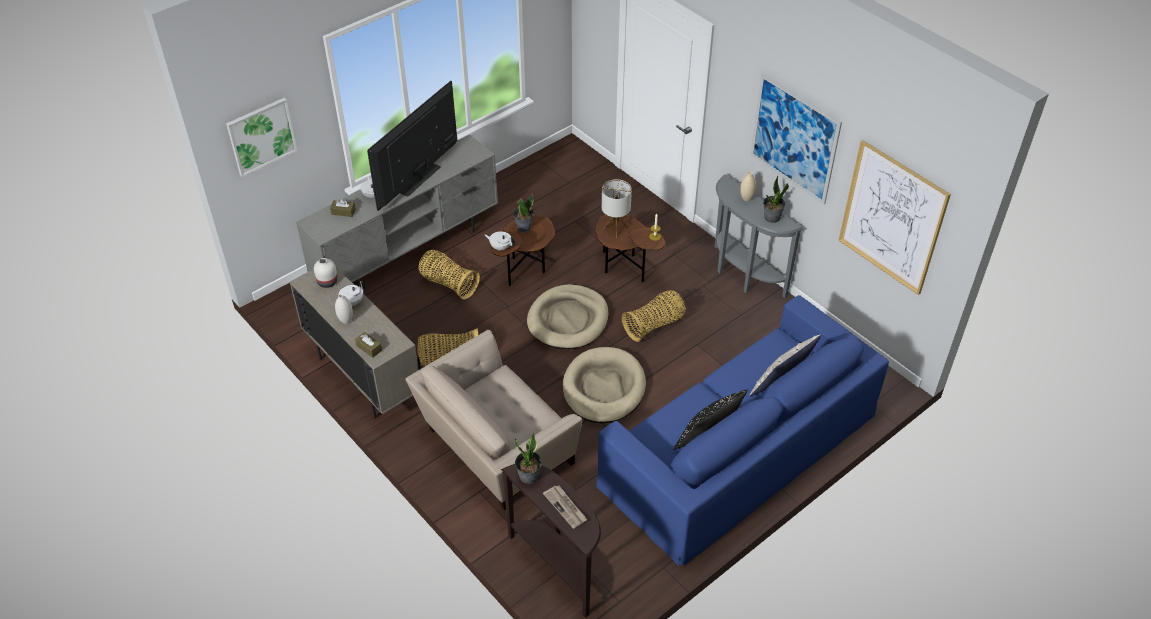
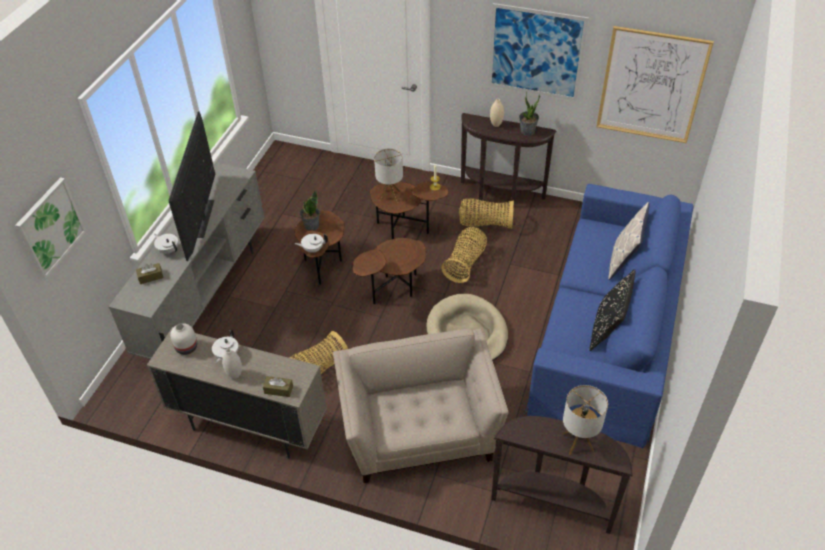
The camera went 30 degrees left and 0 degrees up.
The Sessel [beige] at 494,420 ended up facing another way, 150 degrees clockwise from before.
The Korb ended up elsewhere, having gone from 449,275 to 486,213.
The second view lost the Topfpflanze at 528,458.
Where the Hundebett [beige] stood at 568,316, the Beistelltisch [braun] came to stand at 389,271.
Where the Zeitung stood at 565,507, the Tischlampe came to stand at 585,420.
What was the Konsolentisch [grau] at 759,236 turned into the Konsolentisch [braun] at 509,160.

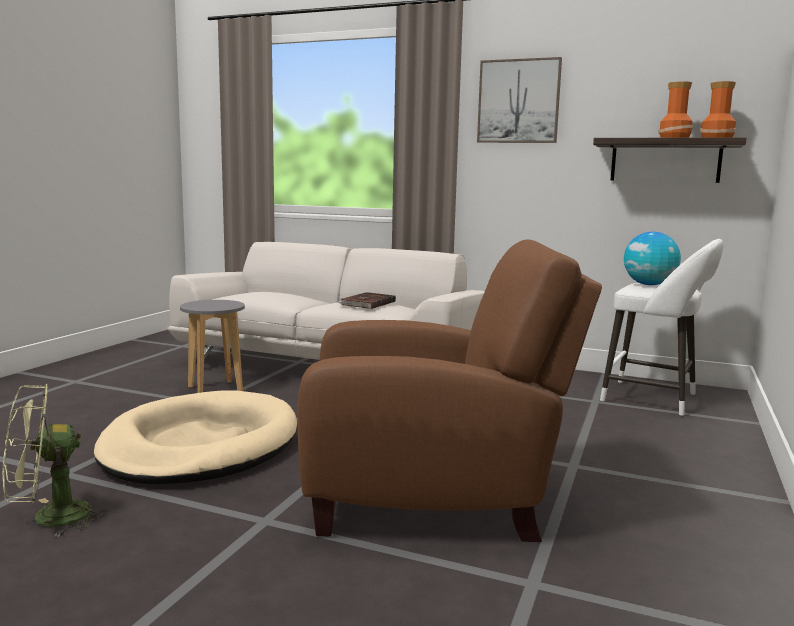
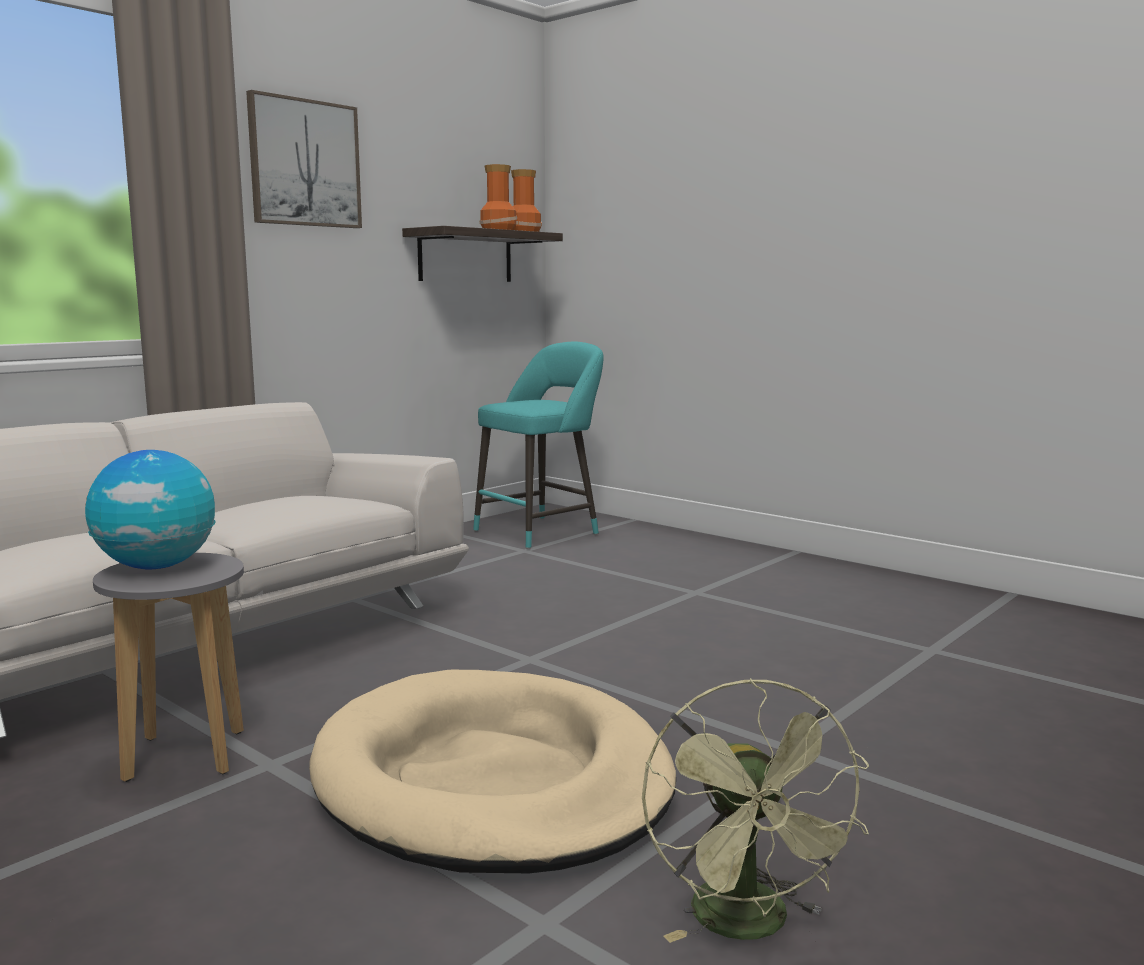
The camera went 70 degrees left and 0 degrees up.
The second view lost the Sessel [braun] at 450,391.
The second view lost the Buch [braun] at 367,300.
What was the Hocker [weiß] at 662,327 turned into the Hocker [türkis] at 538,445.
The Globus ended up elsewhere, having gone from 652,258 to 150,509.

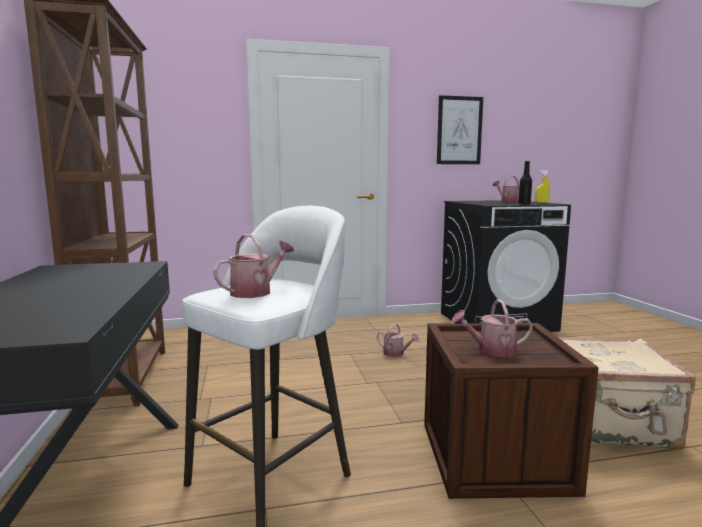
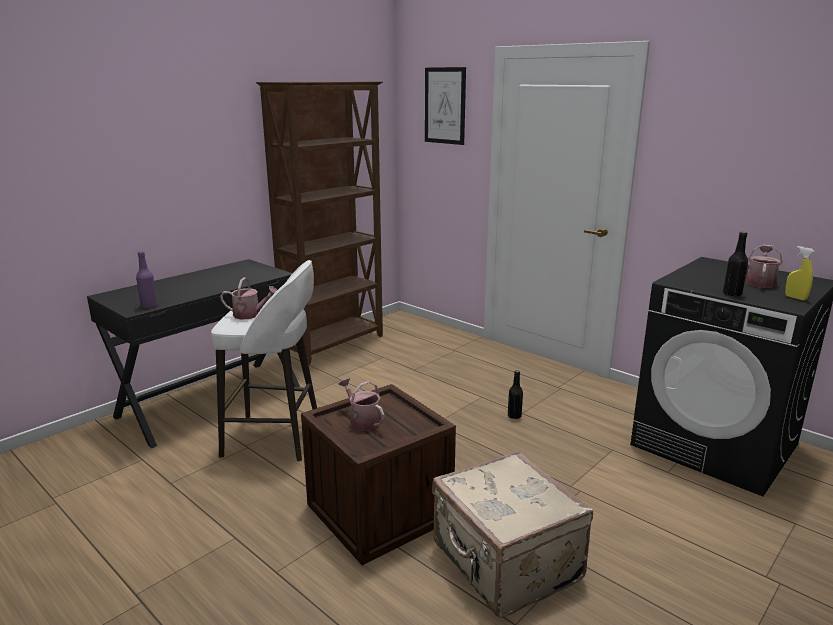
The camera went 55 degrees right and 10 degrees up.
Where the Gießkanne stood at 398,340, the Flasche [schwarz] came to stand at 515,394.
The Bild ended up elsewhere, having gone from 460,129 to 445,106.
The second view gained the Flasche [lila] at 146,279.

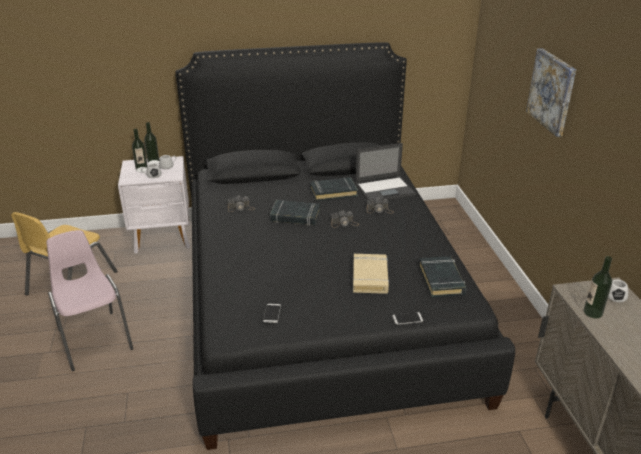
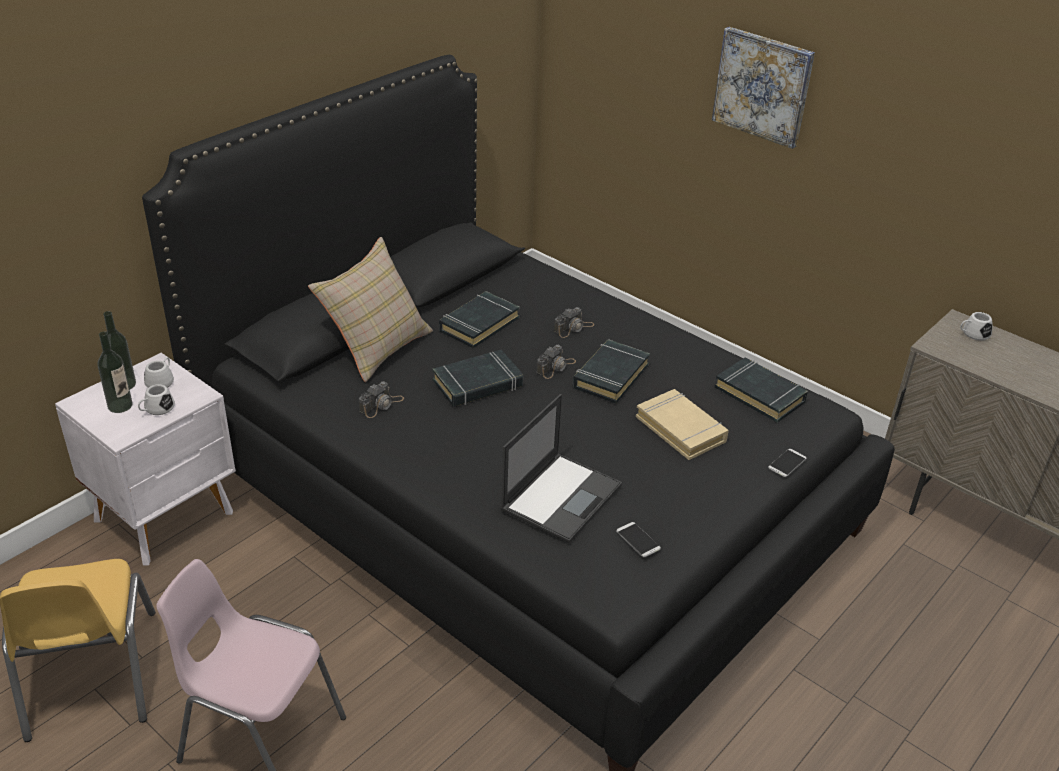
The camera went 40 degrees left and 5 degrees up.
The Laptop ended up elsewhere, having gone from 385,171 to 561,468.
The second view lost the Flasche at 598,287.
The second view gained the Kissen [beige] at 370,309.
The second view gained the Buch [schwarz] at 611,371.

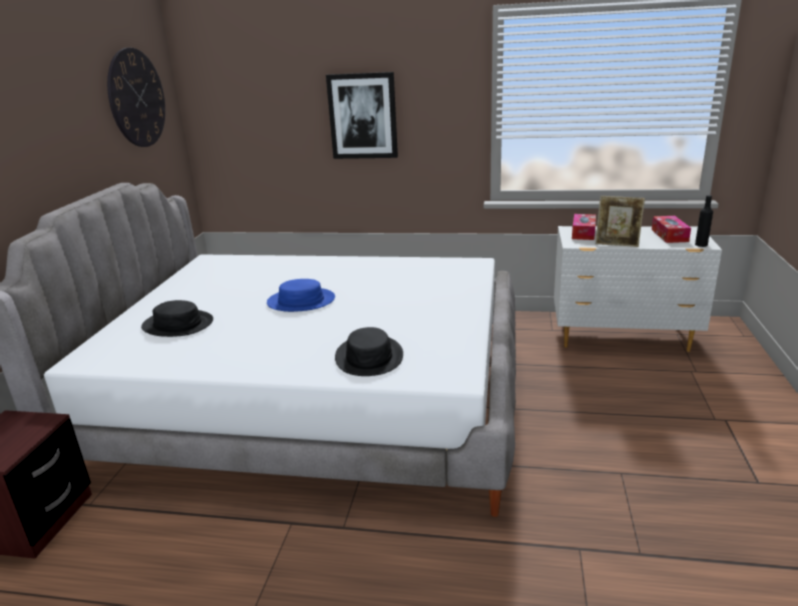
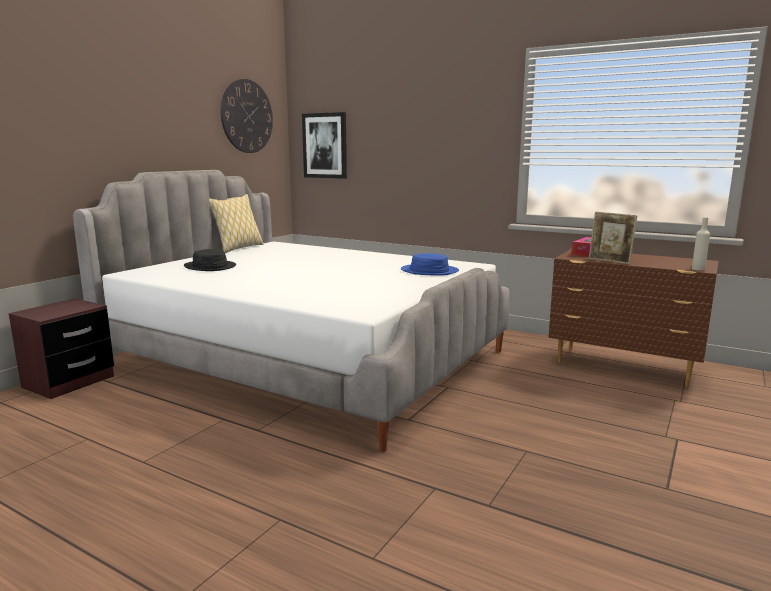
The camera went 20 degrees right and 10 degrees down.
The Hut [blau] ended up elsewhere, having gone from 301,295 to 430,264.
The Bild ended up elsewhere, having gone from 362,115 to 324,145.
The second view lost the Hut [schwarz] at 369,351.
What was the Kommode [weiß] at 638,289 turned into the Kommode [braun] at 633,318.
The second view lost the Taschentuchbox at 671,229.
What was the Flasche [schwarz] at 704,221 turned into the Flasche [beige] at 701,244.
The second view gained the Kissen at 236,223.

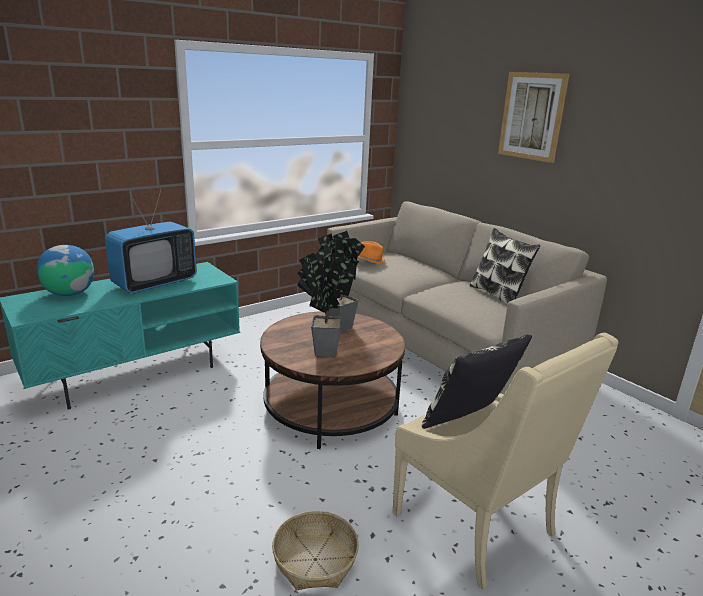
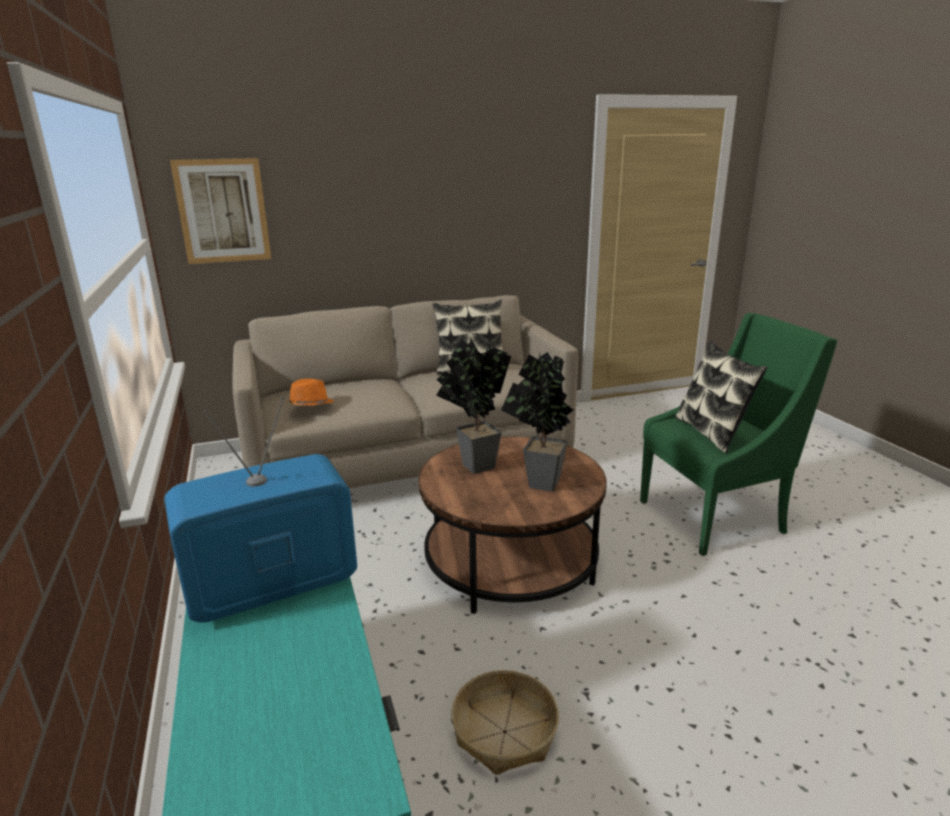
The camera went 70 degrees left and 0 degrees up.
The second view lost the Globus at 65,270.
The Fernseher at 151,241 ended up facing another way, 90 degrees counterclockwise from before.
The Korb ended up elsewhere, having gone from 315,550 to 505,722.
What was the Sessel [beige] at 505,461 turned into the Sessel [grün] at 738,434.
The Bild ended up elsewhere, having gone from 534,117 to 220,211.

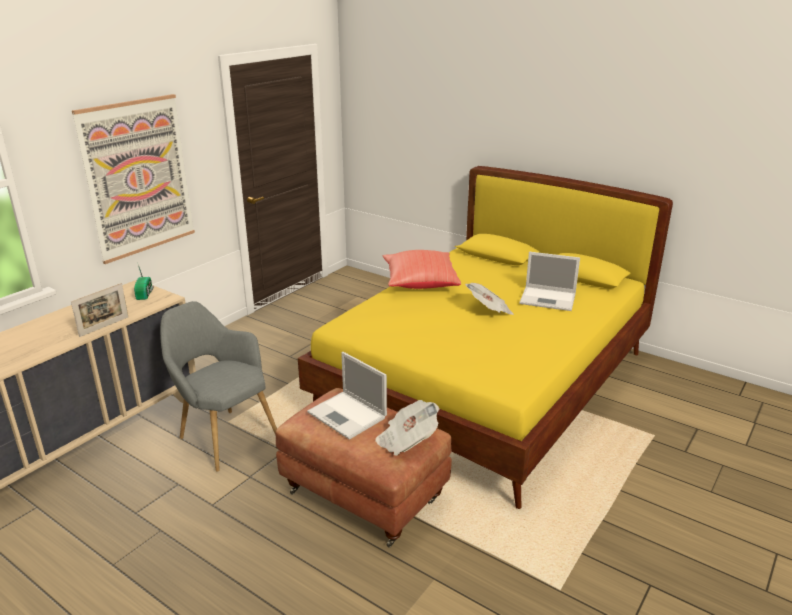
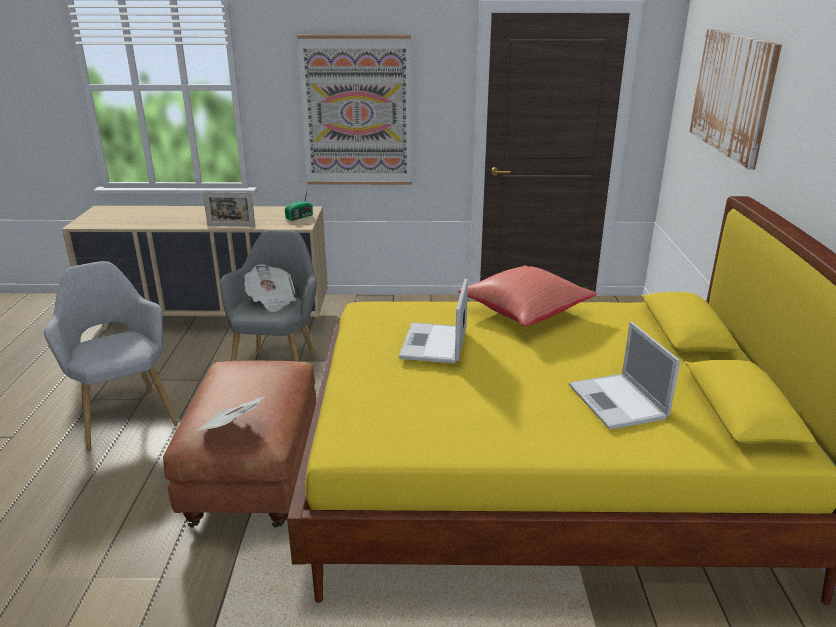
The camera went 55 degrees right and 0 degrees up.
The Laptop ended up elsewhere, having gone from 347,396 to 433,321.
The Zeitung ended up elsewhere, having gone from 489,299 to 270,288.
The second view gained the Sessel [grau] at 111,356.
The second view gained the Bild at 735,99.

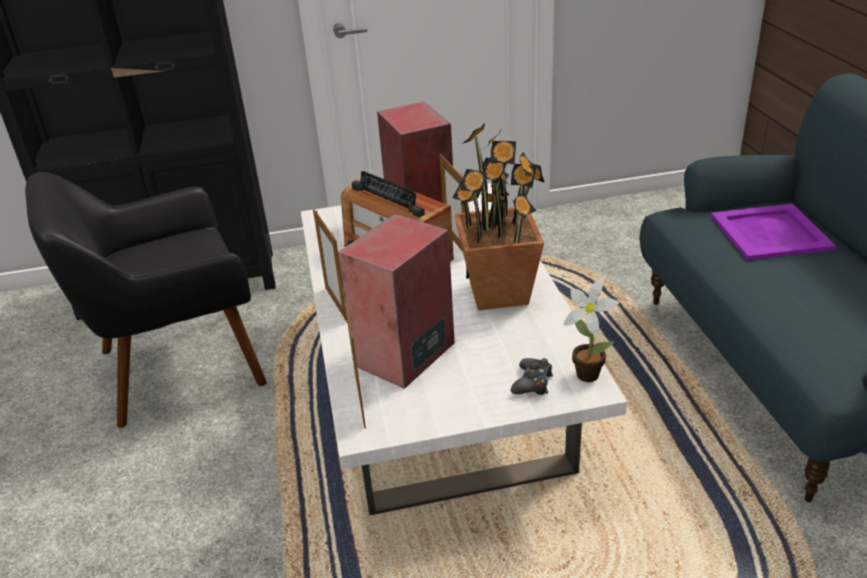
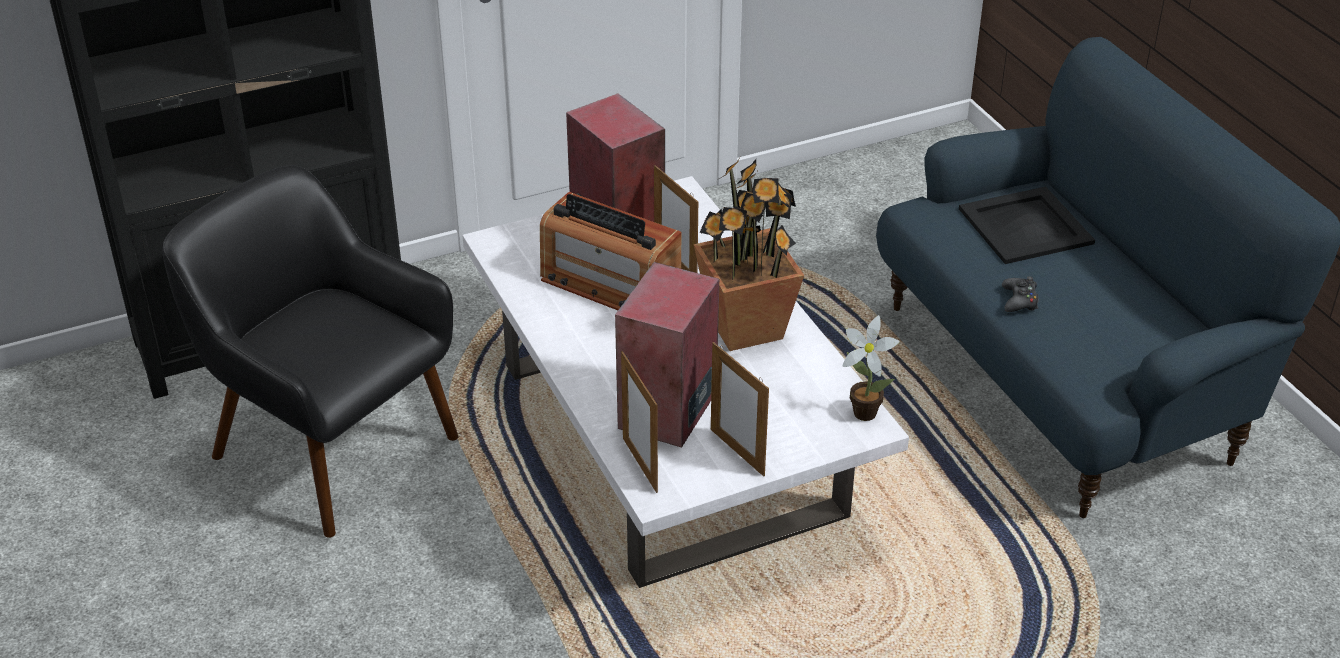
The camera went 15 degrees left and 5 degrees up.
The Sessel [schwarz] at 146,300 ended up facing another way, 75 degrees clockwise from before.
The Bilderrahmen ended up elsewhere, having gone from 330,265 to 740,409.
The Gamepad [schwarz] ended up elsewhere, having gone from 532,376 to 1020,294.
What was the Tablett [lila] at 773,232 turned into the Tablett [schwarz] at 1027,225.

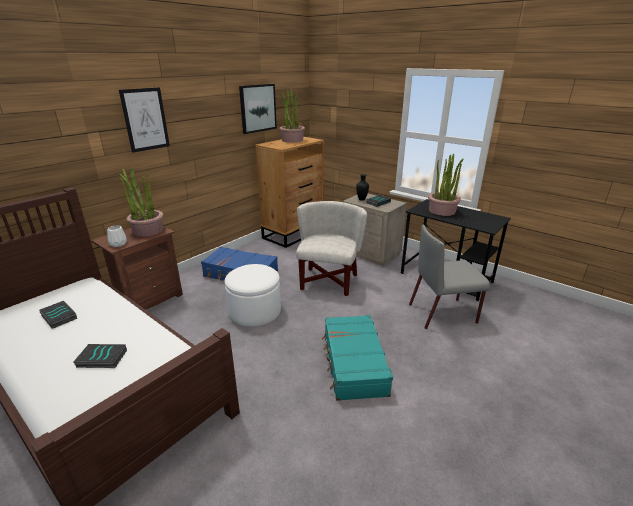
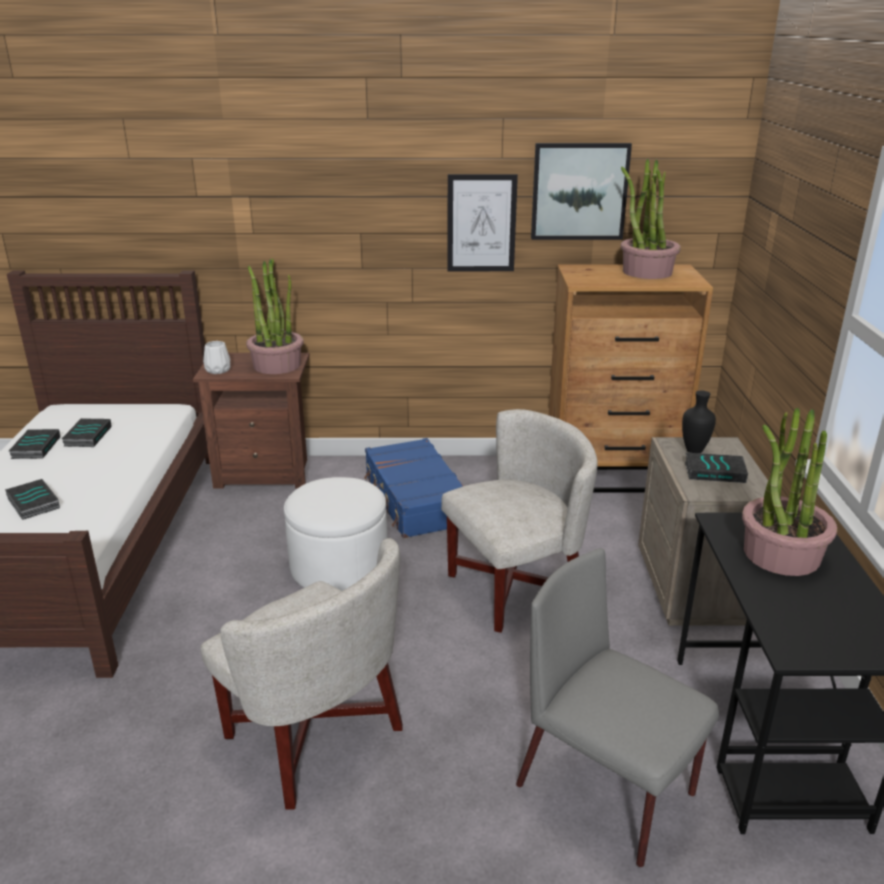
The camera went 50 degrees right and 0 degrees up.
The Bild ended up elsewhere, having gone from 144,120 to 482,222.
Where the Koffer [türkis] stood at 357,358, the Sessel [weiß] came to stand at 302,673.
The second view gained the Buch at 34,444.

